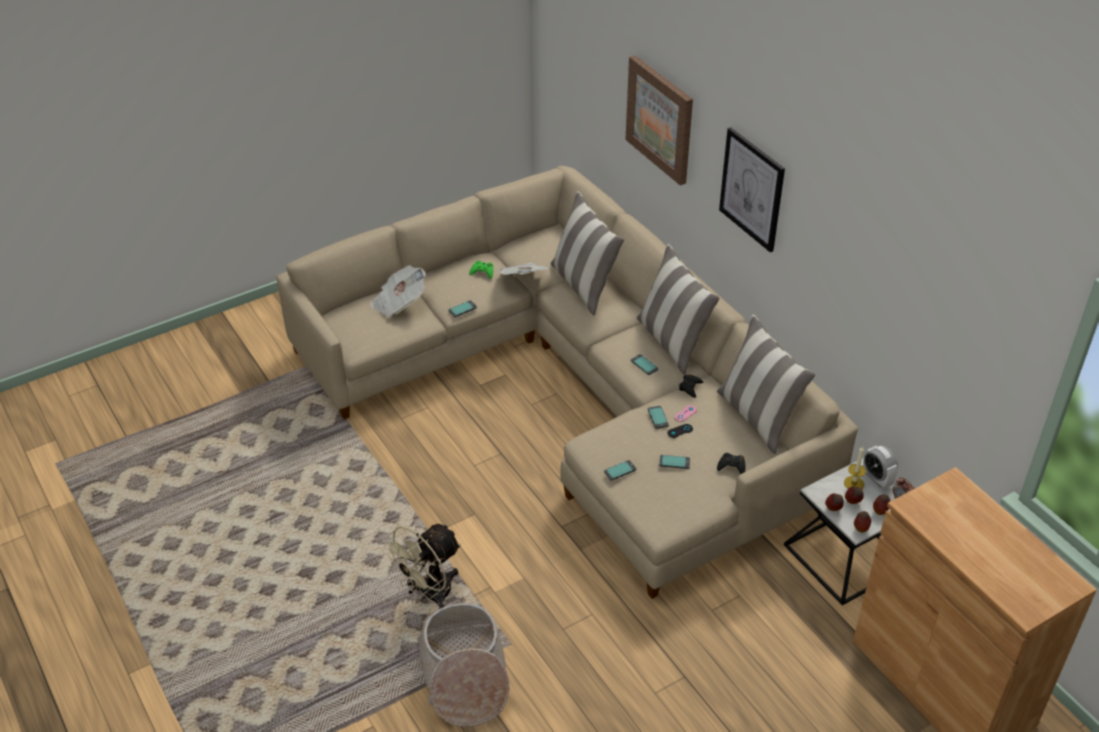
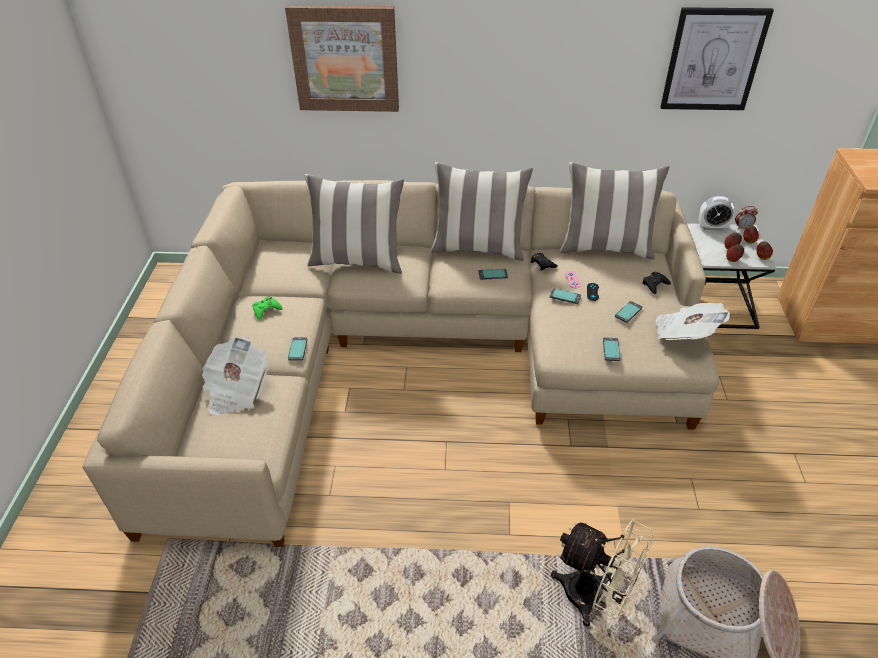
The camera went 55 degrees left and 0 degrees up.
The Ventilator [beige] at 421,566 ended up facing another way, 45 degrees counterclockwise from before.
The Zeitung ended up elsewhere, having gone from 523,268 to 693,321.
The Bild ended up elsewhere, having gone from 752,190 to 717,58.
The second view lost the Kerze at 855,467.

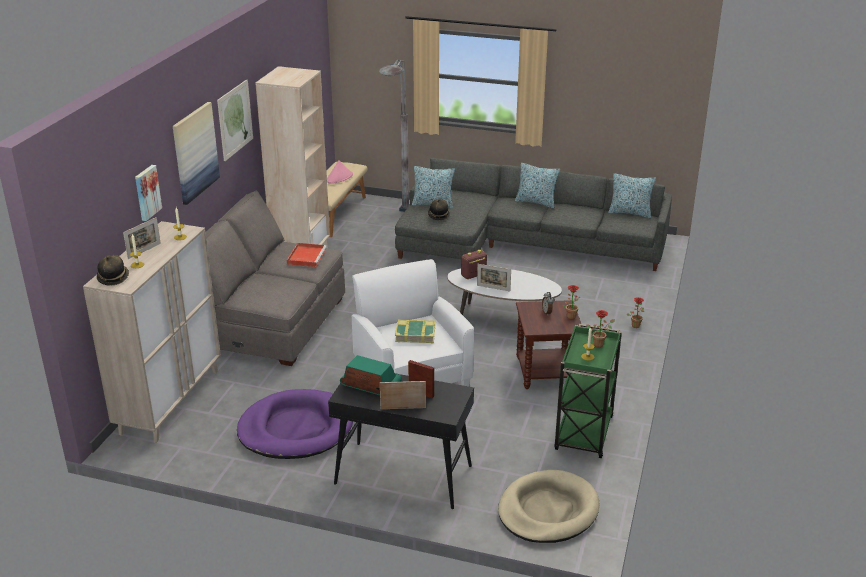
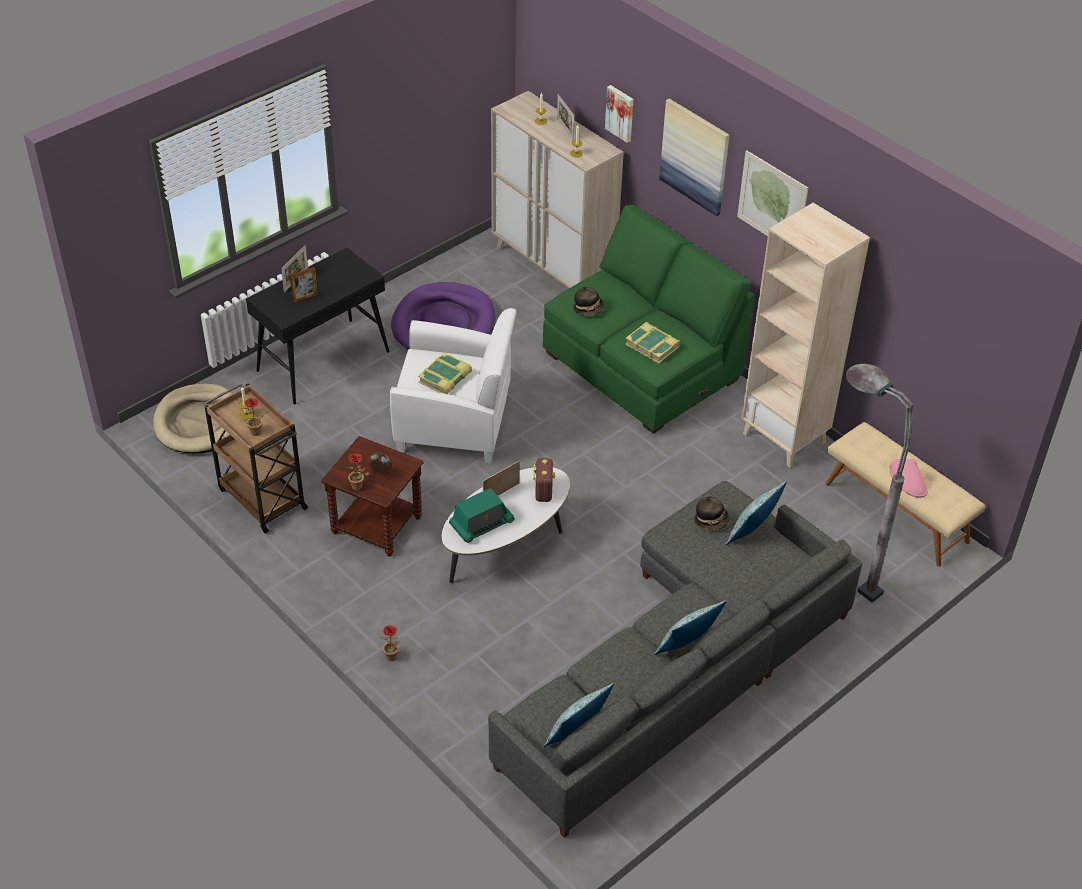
The camera went 120 degrees right and 15 degrees up.
The Hut ended up elsewhere, having gone from 113,270 to 589,301.
What was the Sofa [grau] at 275,278 turned into the Sofa [grün] at 649,319.
Where the Tablett [rot] stood at 307,255, the Buch came to stand at 652,343.
The Radio ended up elsewhere, having gone from 371,375 to 482,515.
What was the Rollwagen [grün] at 588,391 turned into the Rollwagen [braun] at 256,458.

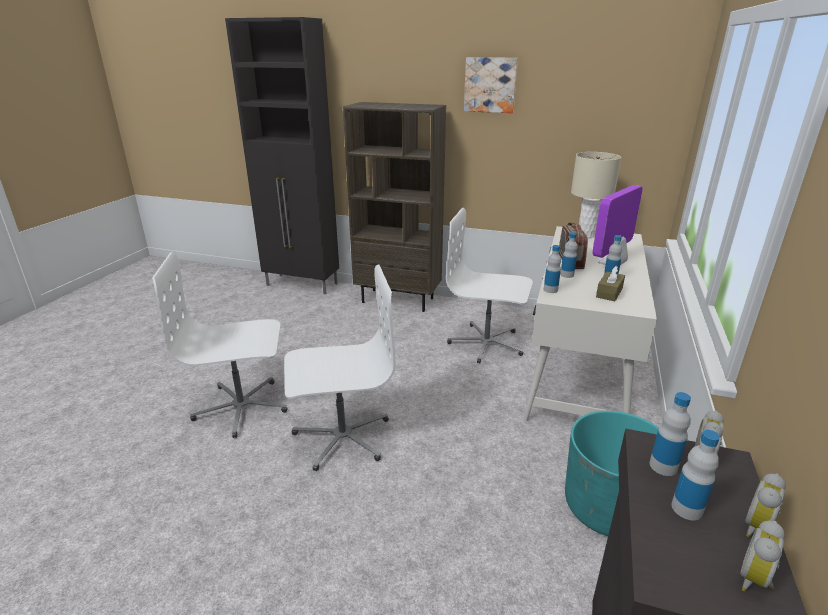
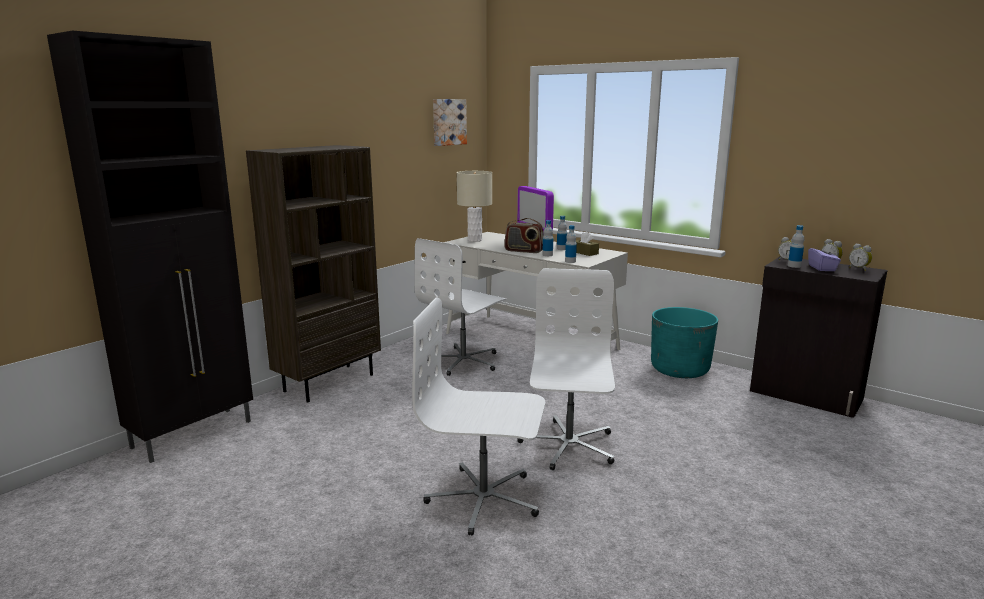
The camera went 70 degrees left and 10 degrees down.
The Bürostuhl [weiß] at 219,345 ended up facing another way, 90 degrees clockwise from before.
The Bild ended up elsewhere, having gone from 491,85 to 450,122.
Where the Flasche stood at 695,475, the Taschentuchbox [lila] came to stand at 824,257.

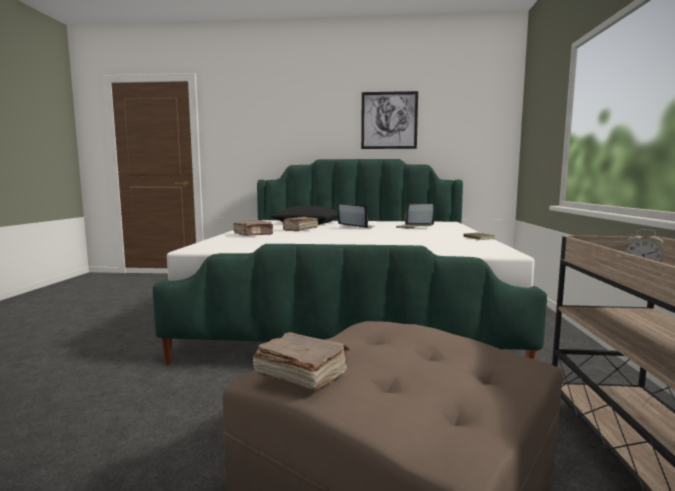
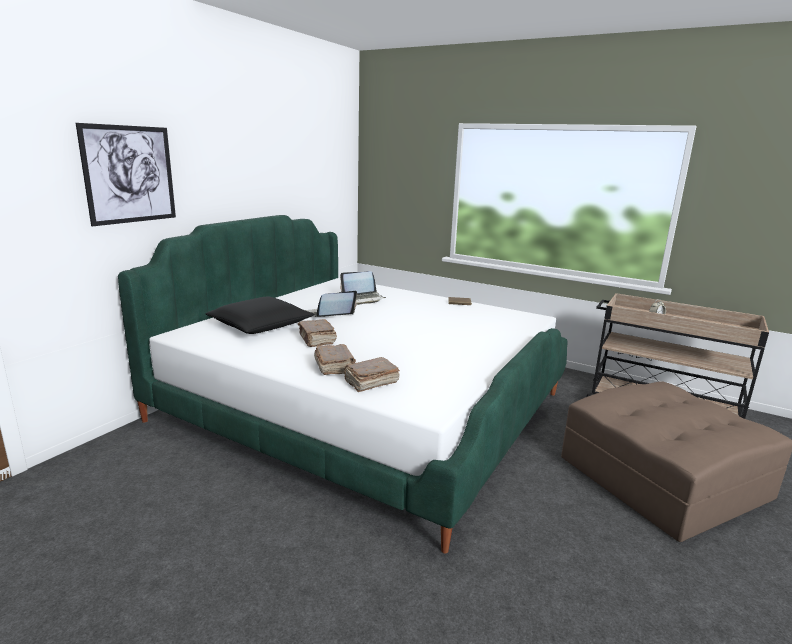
The camera went 65 degrees left and 10 degrees up.
The Buch [braun] ended up elsewhere, having gone from 301,361 to 372,374.
The Bild ended up elsewhere, having gone from 389,120 to 126,174.

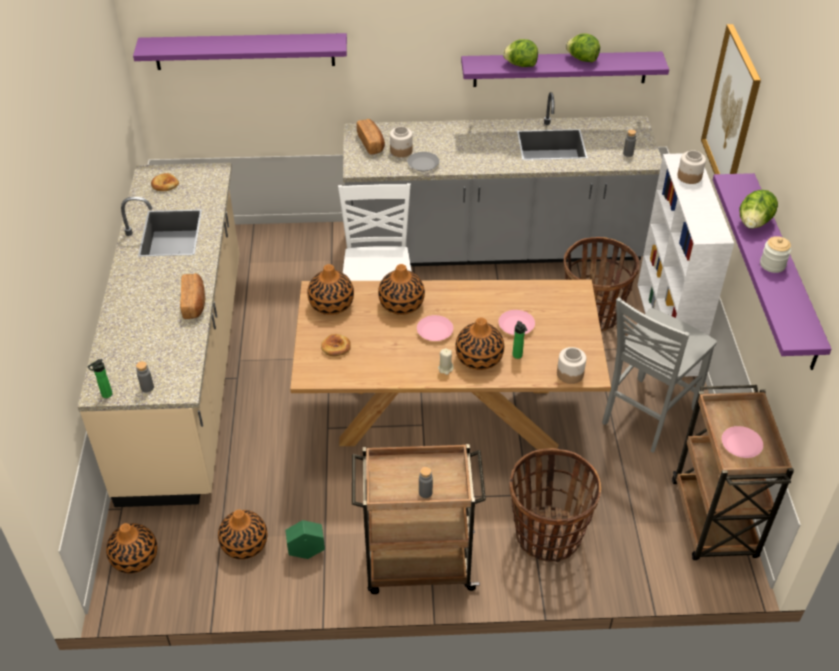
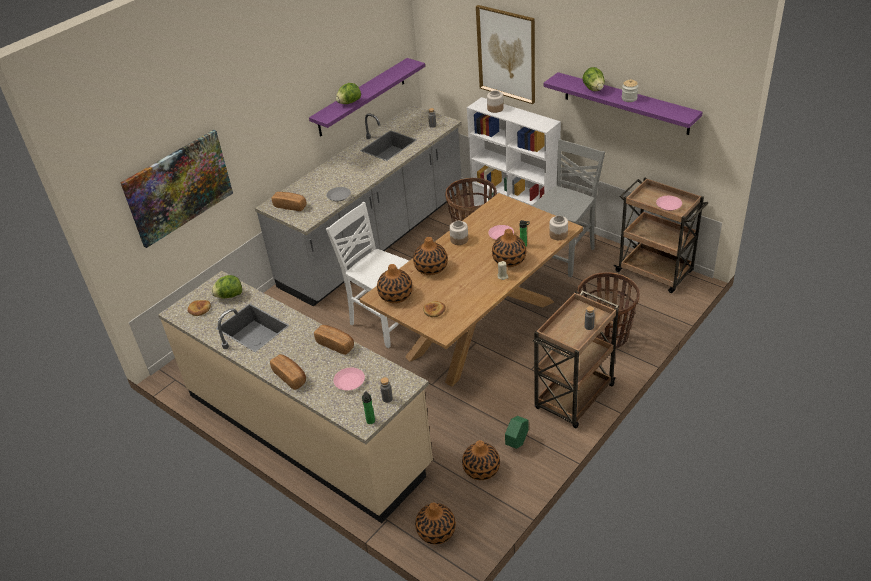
The camera went 45 degrees left and 5 degrees down.
Where the Wandregal [lila] hung at 240,51, the Bild came to hang at 176,189.
The Vorratsglas ended up elsewhere, having gone from 401,141 to 458,233.
The Teller [rosa] ended up elsewhere, having gone from 435,328 to 349,379.
The Salatkopf ended up elsewhere, having gone from 583,47 to 226,286.
The Stuhl [grau] at 659,375 ended up facing another way, 135 degrees counterclockwise from before.
The second view gained the Brot at 288,372.

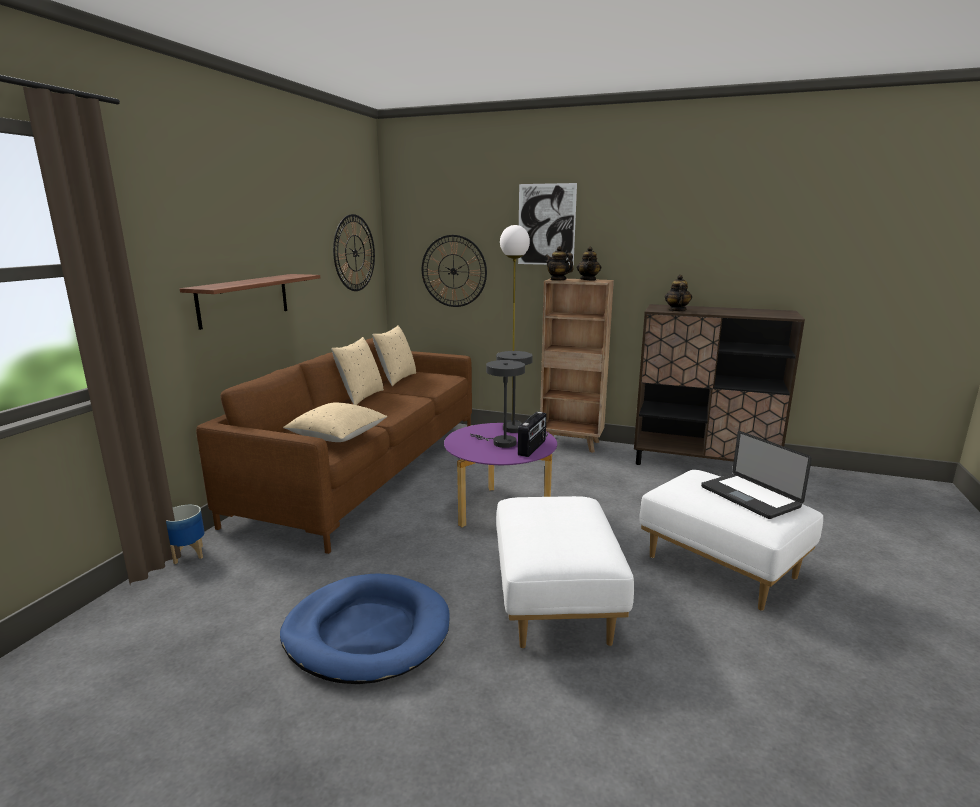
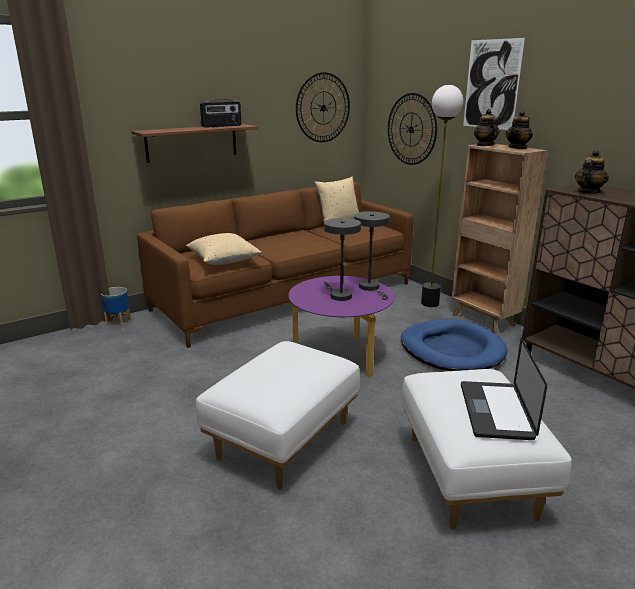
The camera went 35 degrees right and 5 degrees up.
The Hundebett [blau] ended up elsewhere, having gone from 364,628 to 454,345.
The second view lost the Kissen [beige] at 357,371.
The Radio ended up elsewhere, having gone from 532,434 to 220,113.

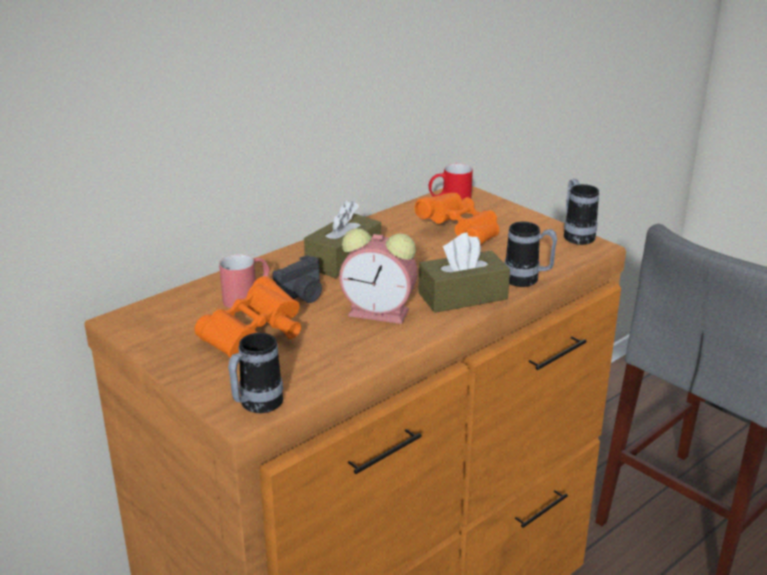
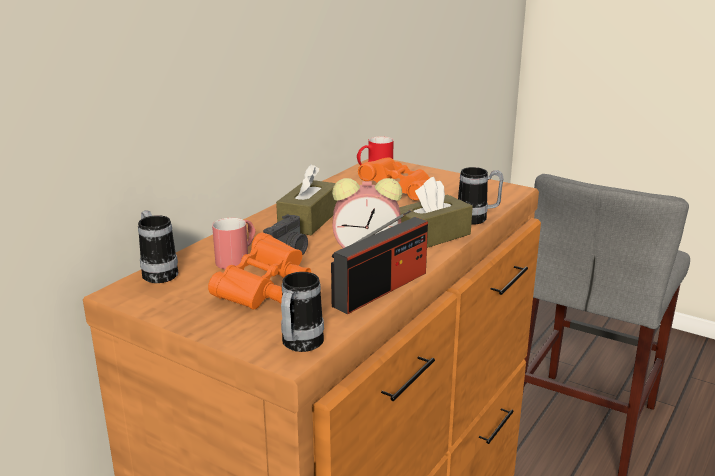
The camera went 15 degrees left and 5 degrees down.
The Henkelbecher ended up elsewhere, having gone from 581,212 to 158,246.
The second view gained the Radio at 379,261.

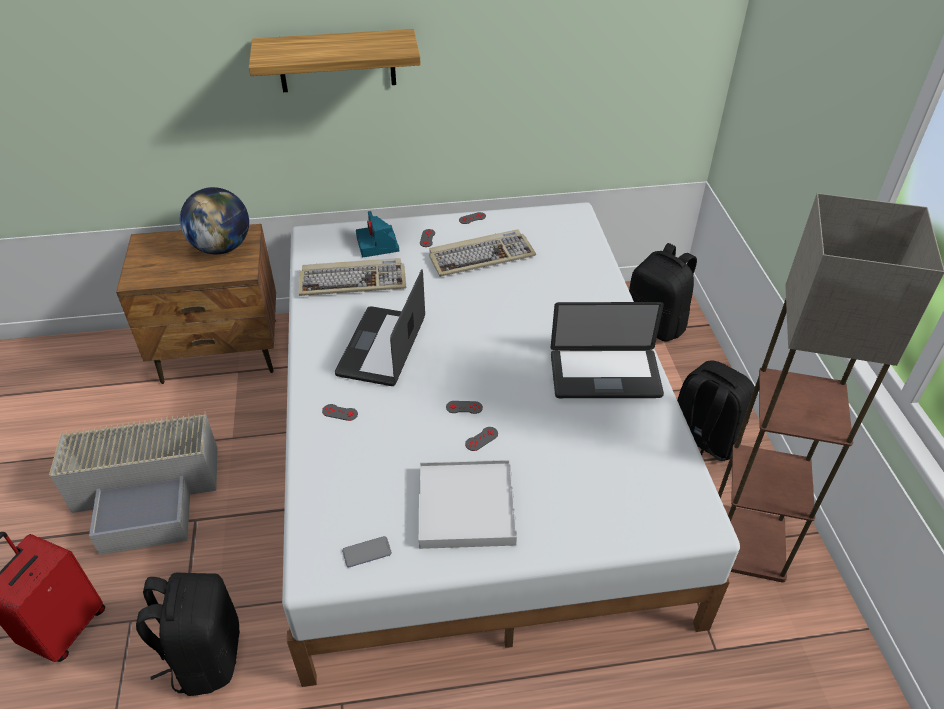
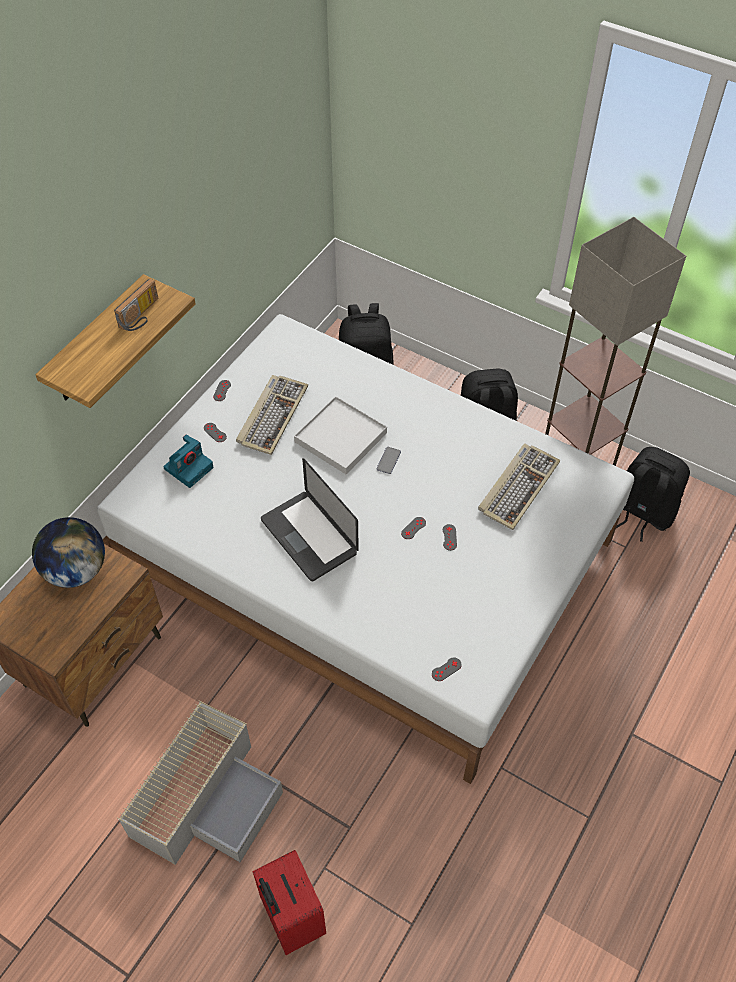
The camera went 50 degrees left and 10 degrees up.
The Rucksack [schwarz] ended up elsewhere, having gone from 188,634 to 653,494.
The Tastatur ended up elsewhere, having gone from 352,277 to 519,486.
The Gamepad [grau] ended up elsewhere, having gone from 340,412 to 447,669.
The Handy ended up elsewhere, having gone from 367,551 to 388,460.
The Kamera at 377,234 ended up facing another way, 75 degrees counterclockwise from before.
The Tablett [weiß] ended up elsewhere, having gone from 468,504 to 340,435.
The second view lost the Laptop at 607,350.
The second view gained the Radio at 136,305.

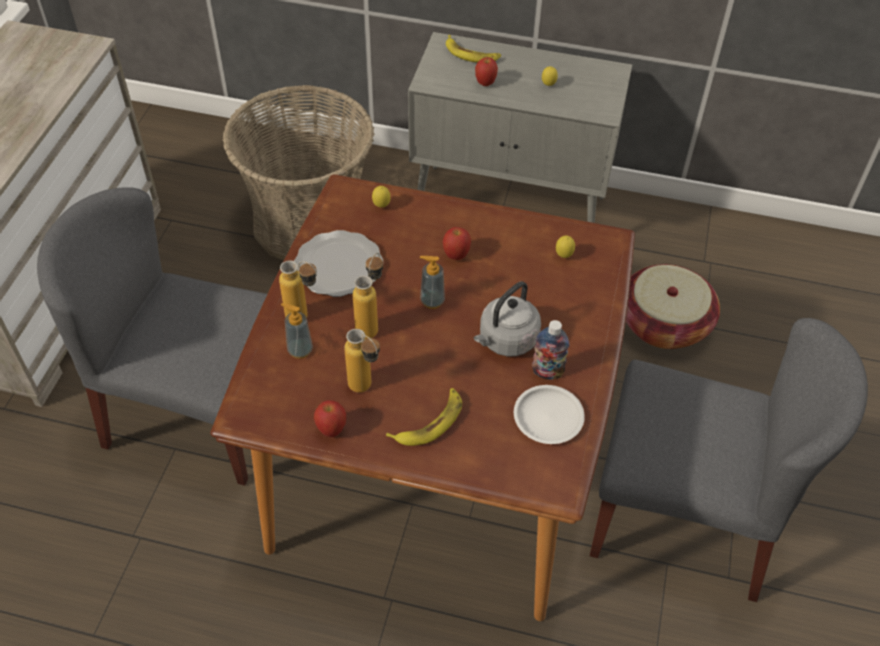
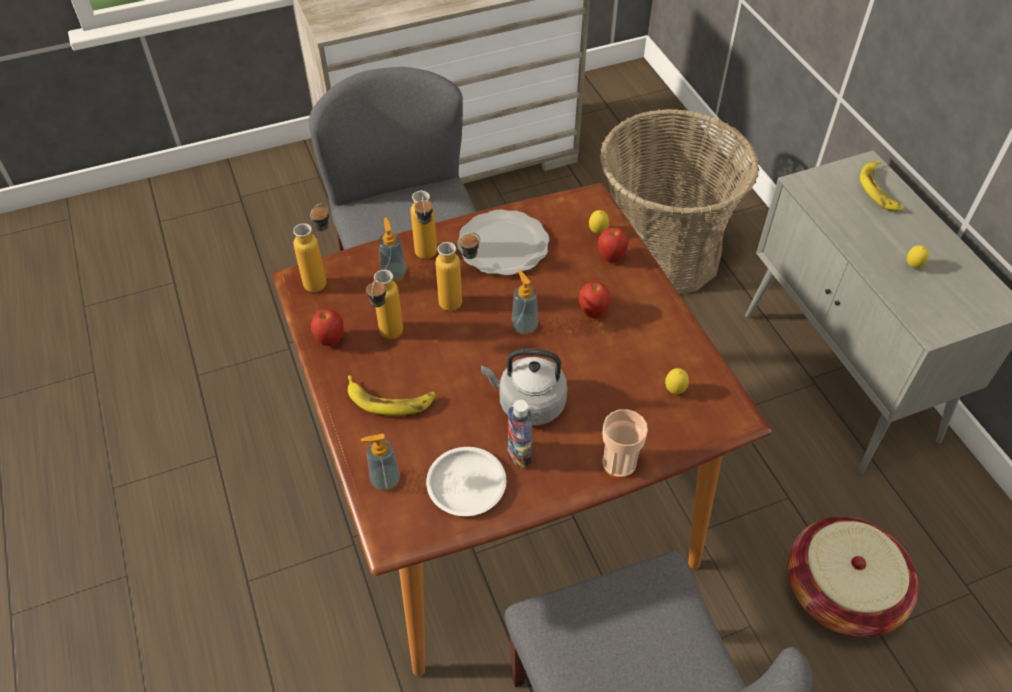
The camera went 55 degrees right and 0 degrees up.
The Apfel ended up elsewhere, having gone from 486,71 to 613,245.
The second view gained the Flasche at 311,247.
The second view gained the Seifenspender at 380,462.
The second view gained the Tasse at 625,443.

